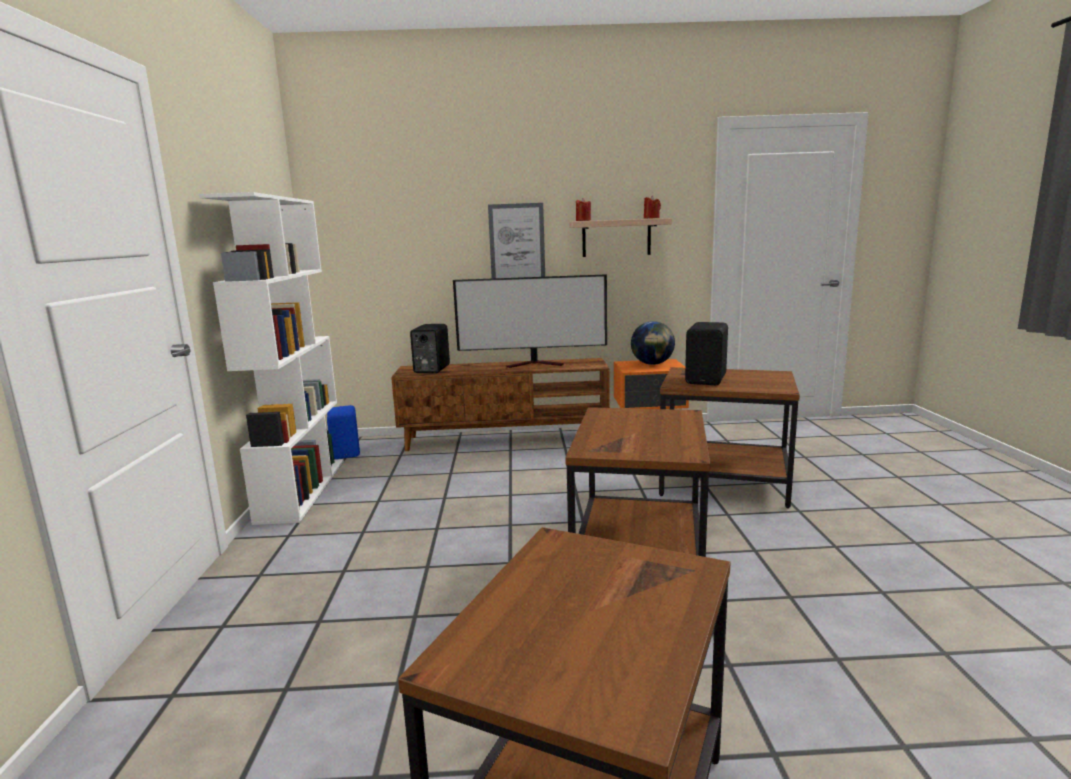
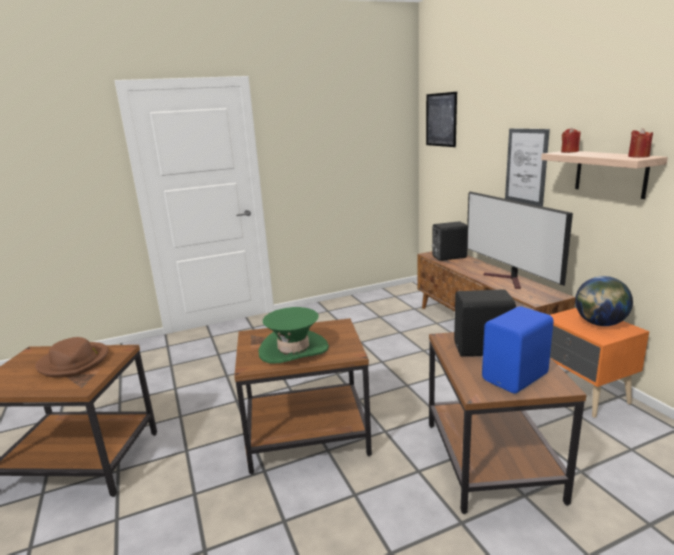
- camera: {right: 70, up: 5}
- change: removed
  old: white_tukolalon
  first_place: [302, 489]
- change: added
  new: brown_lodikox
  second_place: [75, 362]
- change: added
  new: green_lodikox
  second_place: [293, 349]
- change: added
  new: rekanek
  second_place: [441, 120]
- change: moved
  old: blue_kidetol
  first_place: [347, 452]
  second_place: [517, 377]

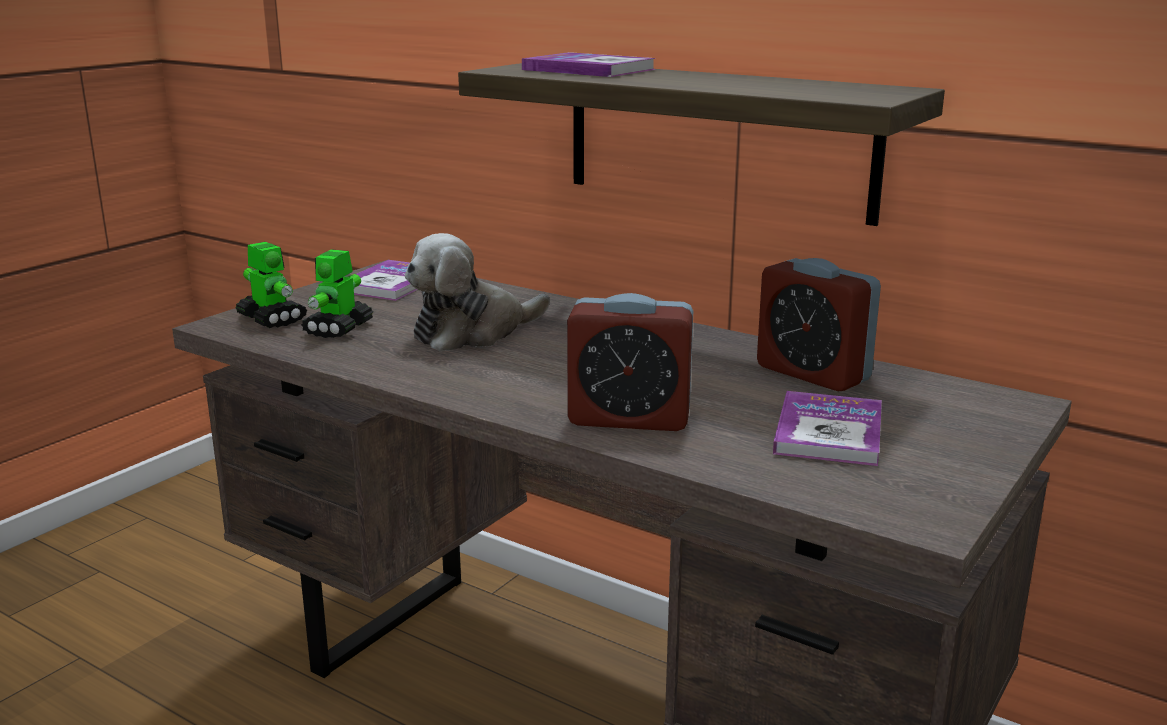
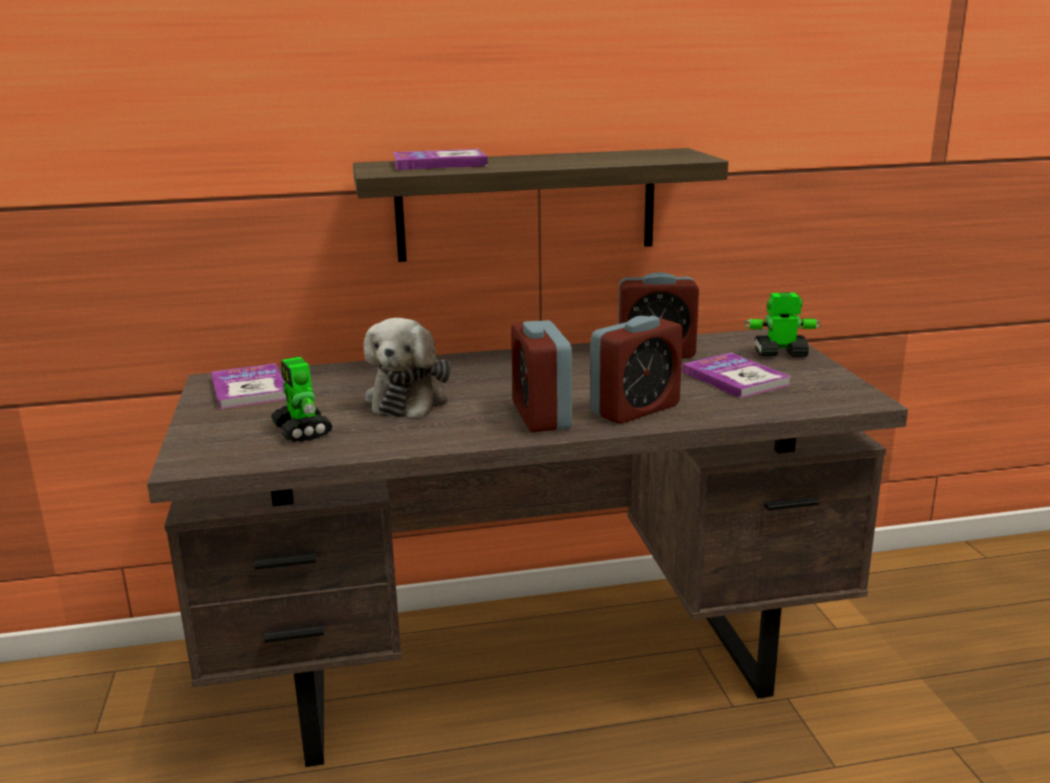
- camera: {right: -45, up: 0}
- change: added
  new: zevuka
  second_place: [541, 416]
- change: moved
  old: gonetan
  first_place: [271, 319]
  second_place: [779, 353]

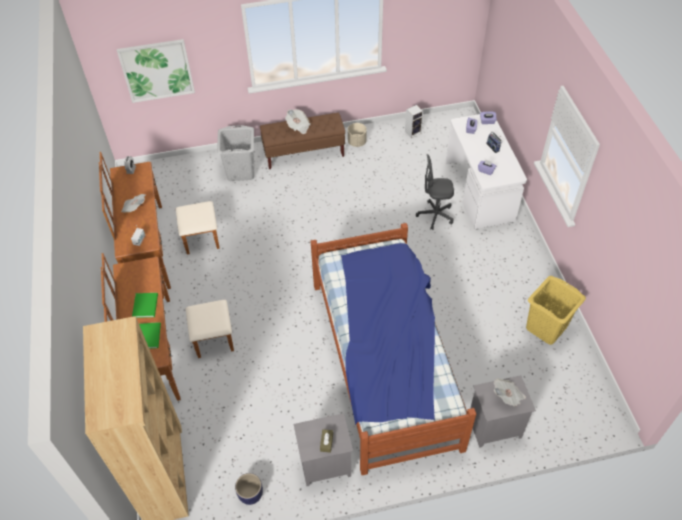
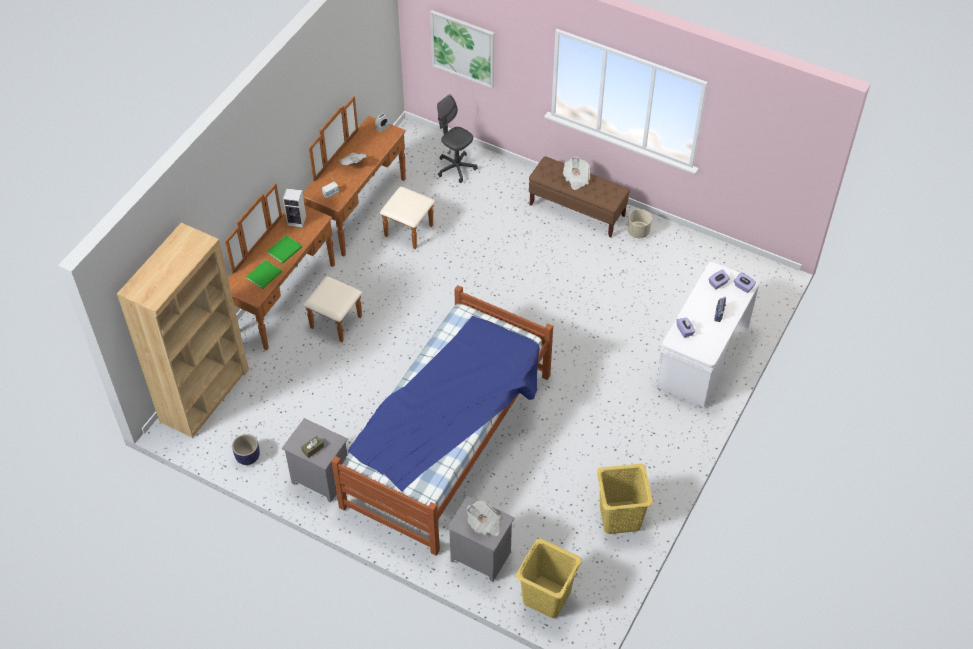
- camera: {right: 40, up: 0}
- change: removed
  old: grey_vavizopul
  first_place: [241, 171]
- change: added
  new: yellow_vavizopul
  second_place: [546, 596]
- change: moved
  old: kidetol
  first_place: [413, 132]
  second_place: [297, 220]
- change: moved
  old: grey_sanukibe
  first_place: [435, 215]
  second_place: [456, 168]

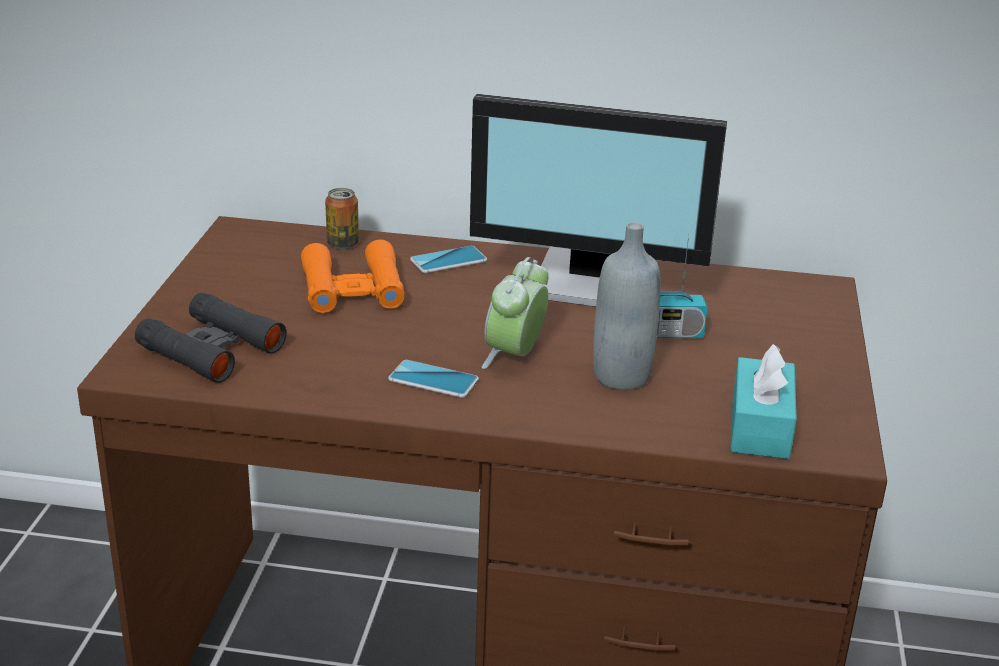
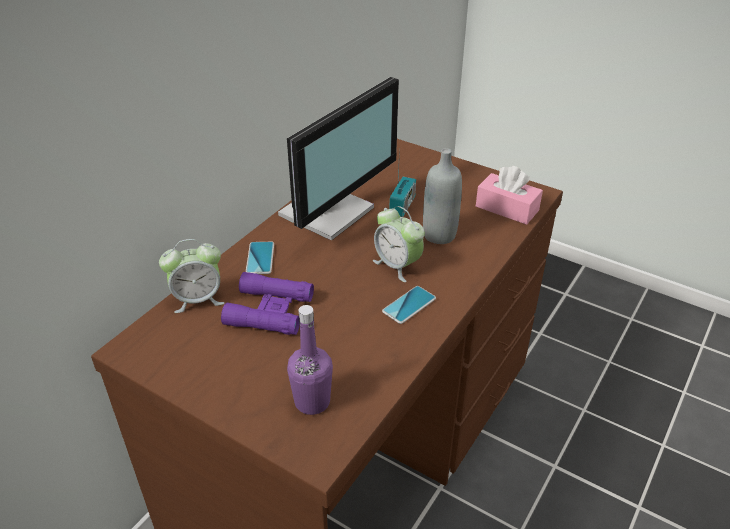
- camera: {right: -65, up: 10}
- change: replaced
  old: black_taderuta
  new: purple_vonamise
  first_place: [211, 349]
  second_place: [312, 401]
- change: replaced
  old: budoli
  new: zevuka
  first_place: [342, 244]
  second_place: [198, 299]
- change: recoloured
  old: orange_taderuta
  new: purple_taderuta
  first_place: [352, 289]
  second_place: [269, 311]
- change: recoloured
  old: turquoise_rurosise
  new: pink_rurosise
  first_place: [760, 426]
  second_place: [507, 208]

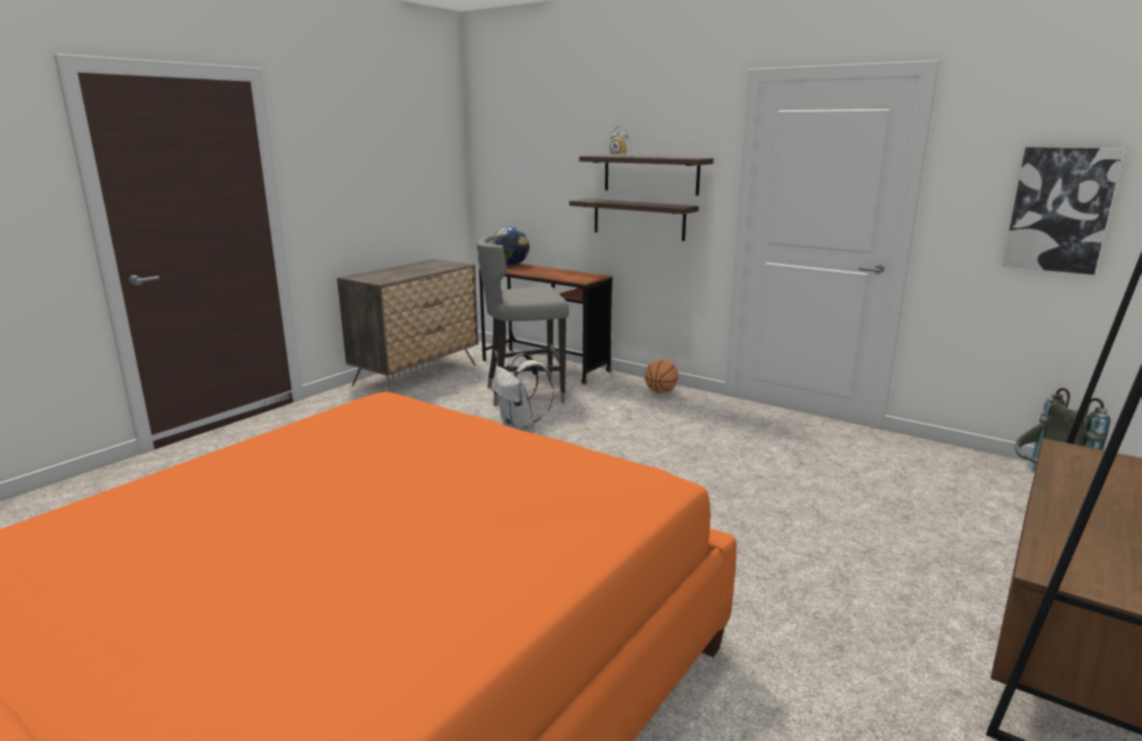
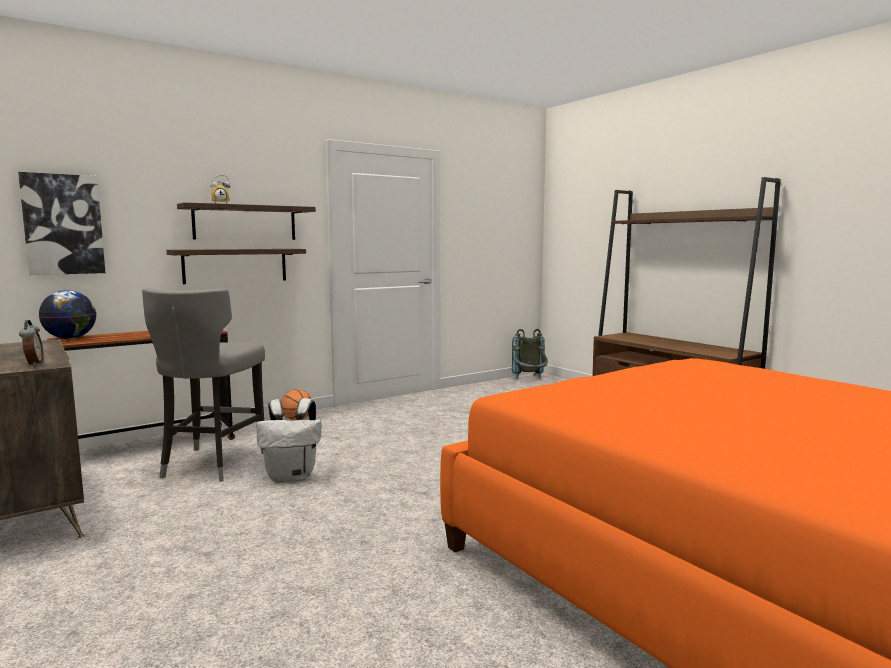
- camera: {right: -70, up: -10}
- change: added
  new: zevuka
  second_place: [33, 364]
- change: moved
  old: rekanek
  first_place: [1060, 210]
  second_place: [63, 224]

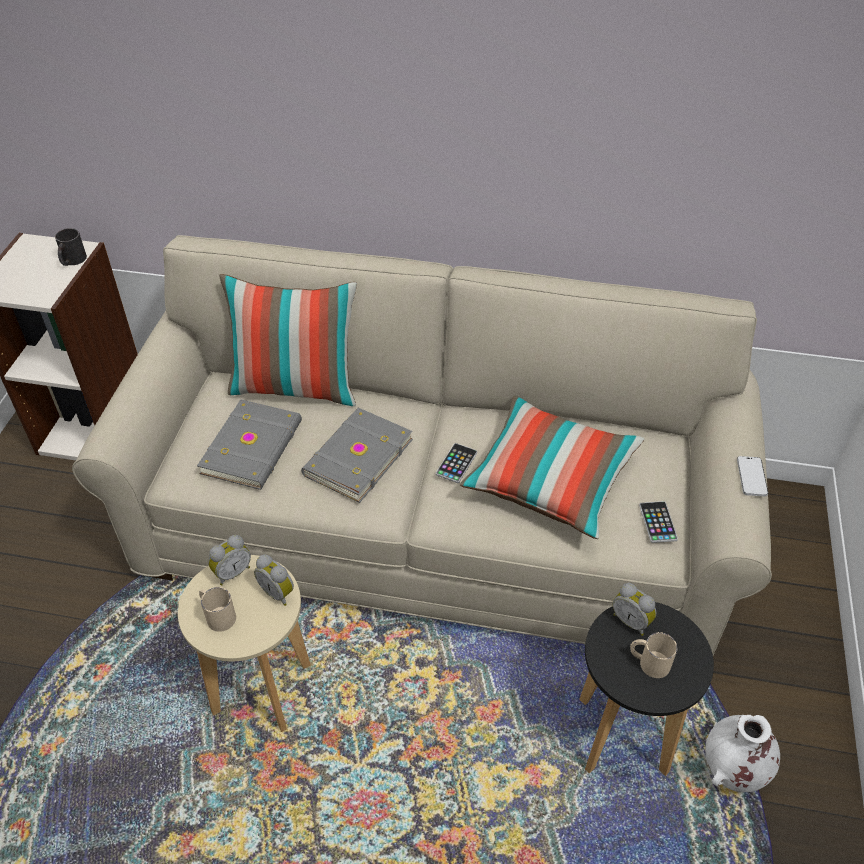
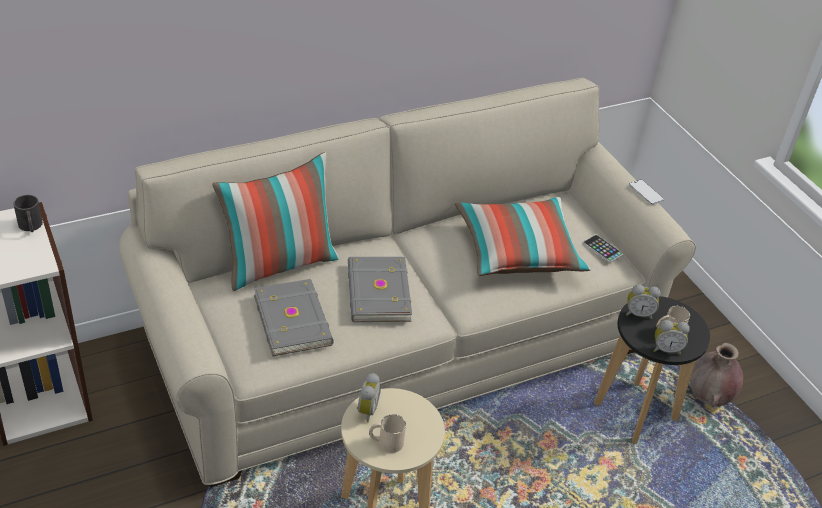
- camera: {right: -40, up: -5}
- change: removed
  old: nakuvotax
  first_place: [456, 463]
- change: moved
  old: zevuka
  first_place: [278, 592]
  second_place: [666, 349]
- change: recoloured
  old: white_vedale
  new: brown_vedale
  first_place: [732, 771]
  second_place: [708, 398]

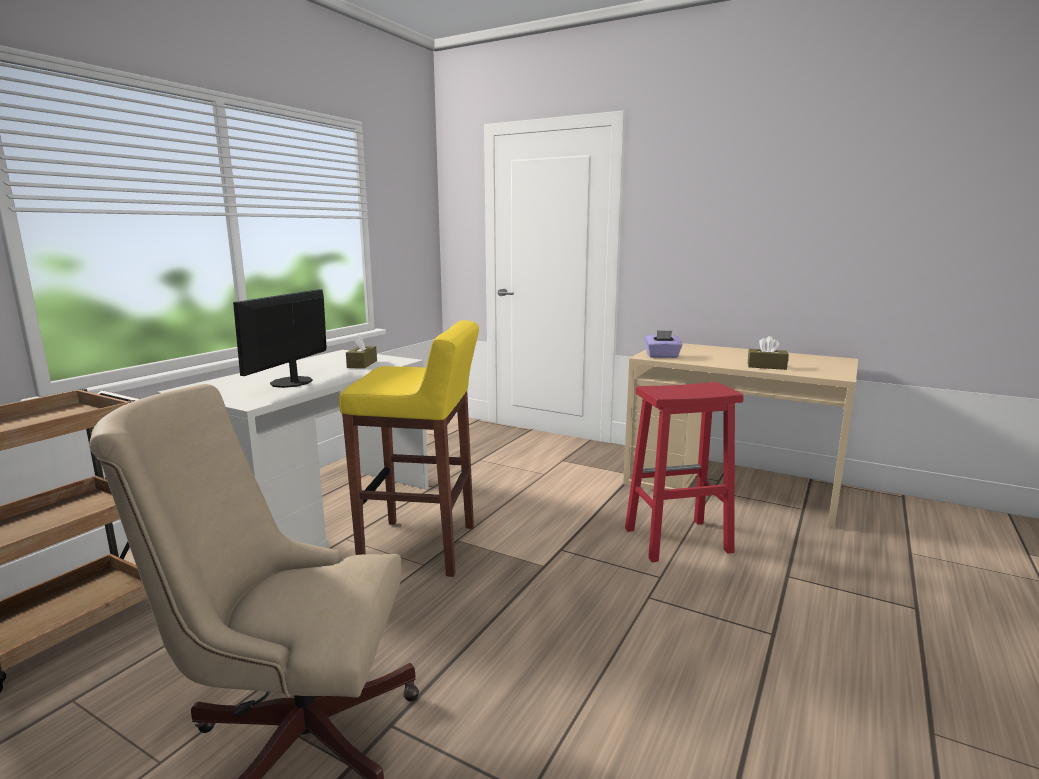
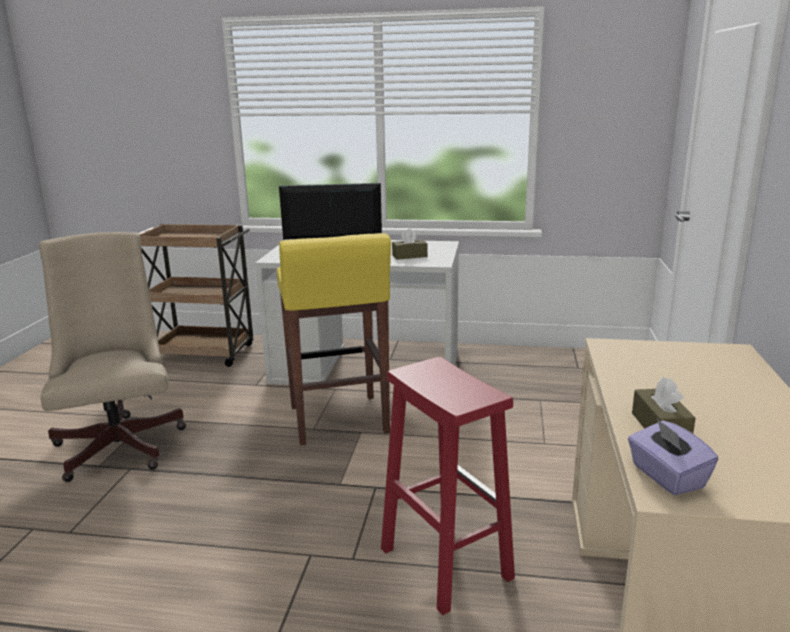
- camera: {right: 70, up: 5}
- change: moved
  old: purple_rurosise
  first_place: [662, 356]
  second_place: [666, 476]

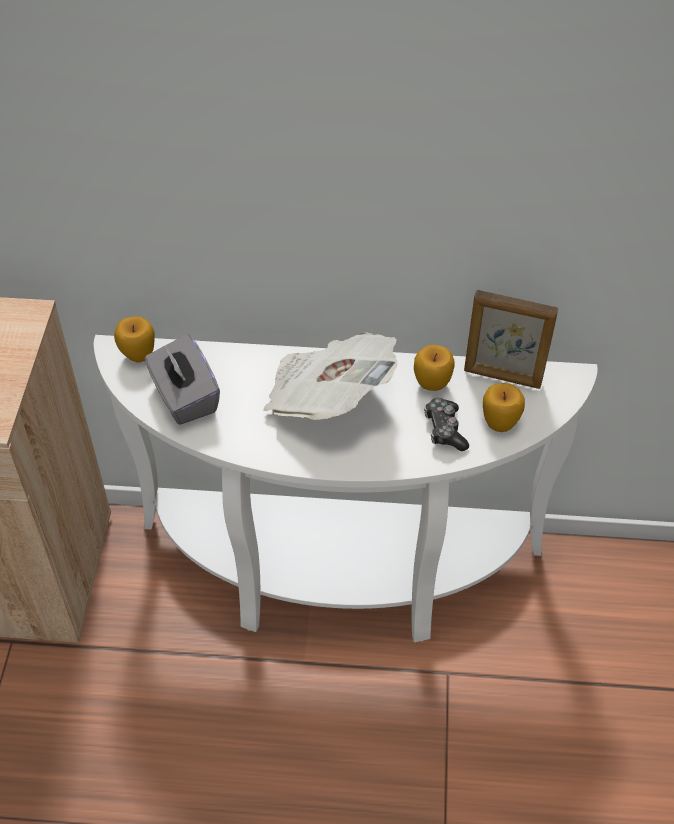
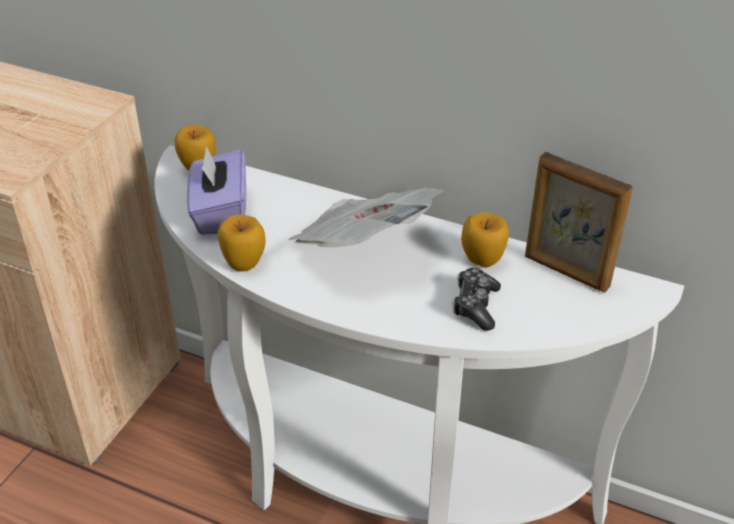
- camera: {right: 20, up: -10}
- change: moved
  old: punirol
  first_place: [500, 423]
  second_place: [244, 263]
- change: recoloured
  old: grey_rurosise
  new: purple_rurosise
  first_place: [184, 397]
  second_place: [220, 213]

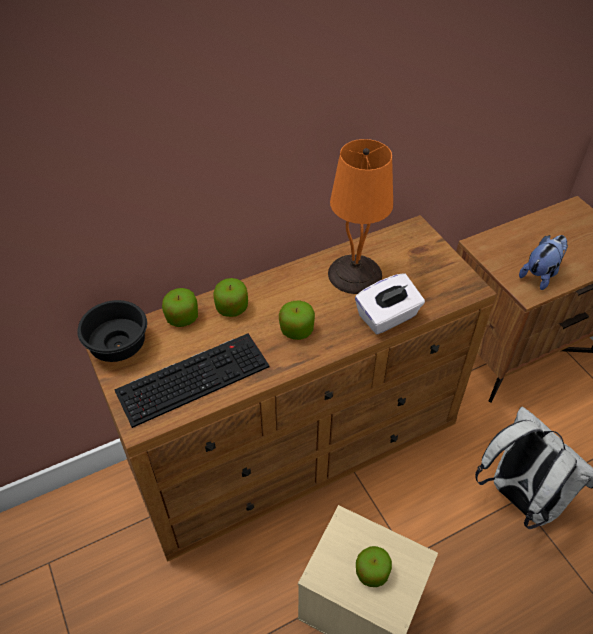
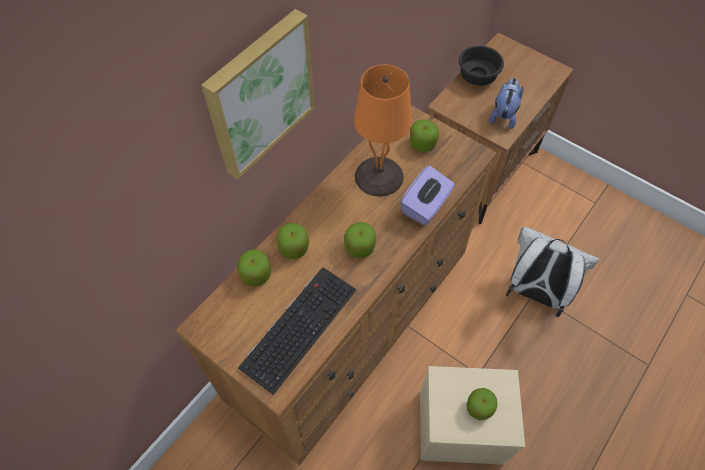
- camera: {right: -25, up: 10}
- change: added
  new: rekanek
  second_place: [259, 94]
- change: added
  new: punirol
  second_place: [422, 144]
- change: moved
  old: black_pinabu
  first_place: [116, 347]
  second_place: [477, 78]
- change: recoloured
  old: white_rurosise
  new: purple_rurosise
  first_place: [387, 317]
  second_place: [425, 206]

